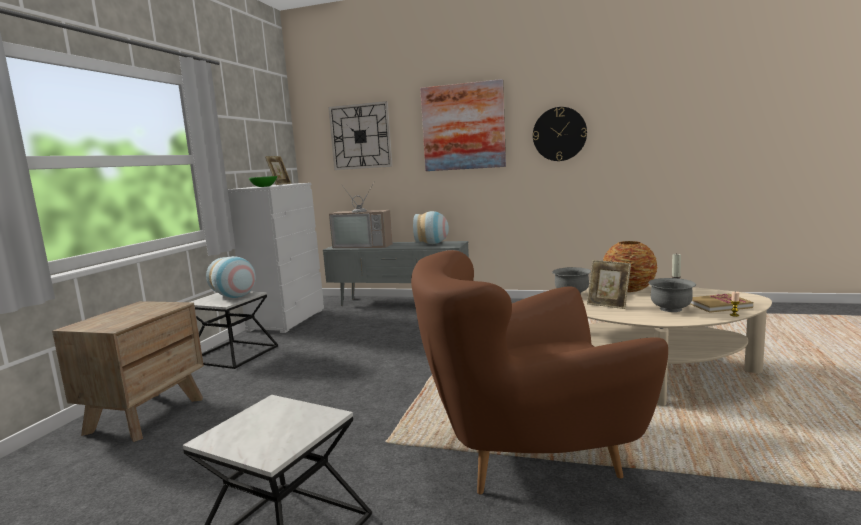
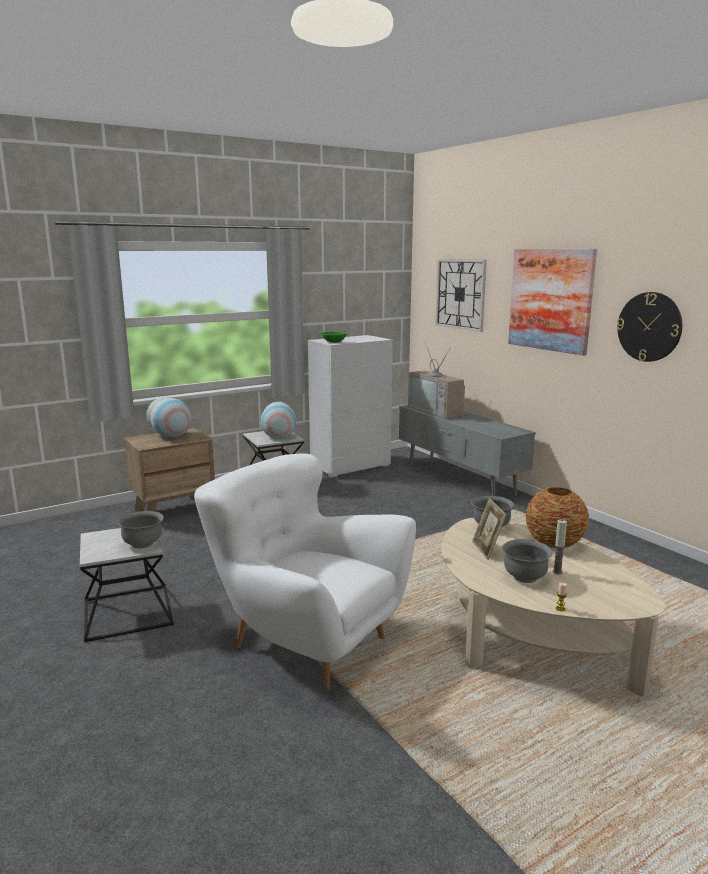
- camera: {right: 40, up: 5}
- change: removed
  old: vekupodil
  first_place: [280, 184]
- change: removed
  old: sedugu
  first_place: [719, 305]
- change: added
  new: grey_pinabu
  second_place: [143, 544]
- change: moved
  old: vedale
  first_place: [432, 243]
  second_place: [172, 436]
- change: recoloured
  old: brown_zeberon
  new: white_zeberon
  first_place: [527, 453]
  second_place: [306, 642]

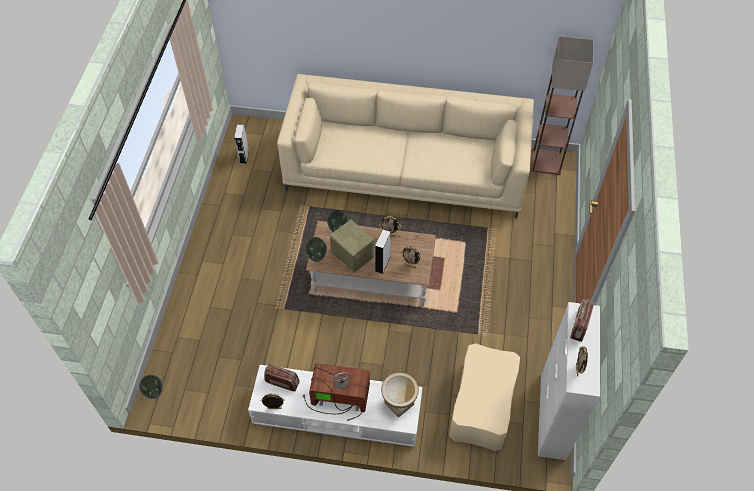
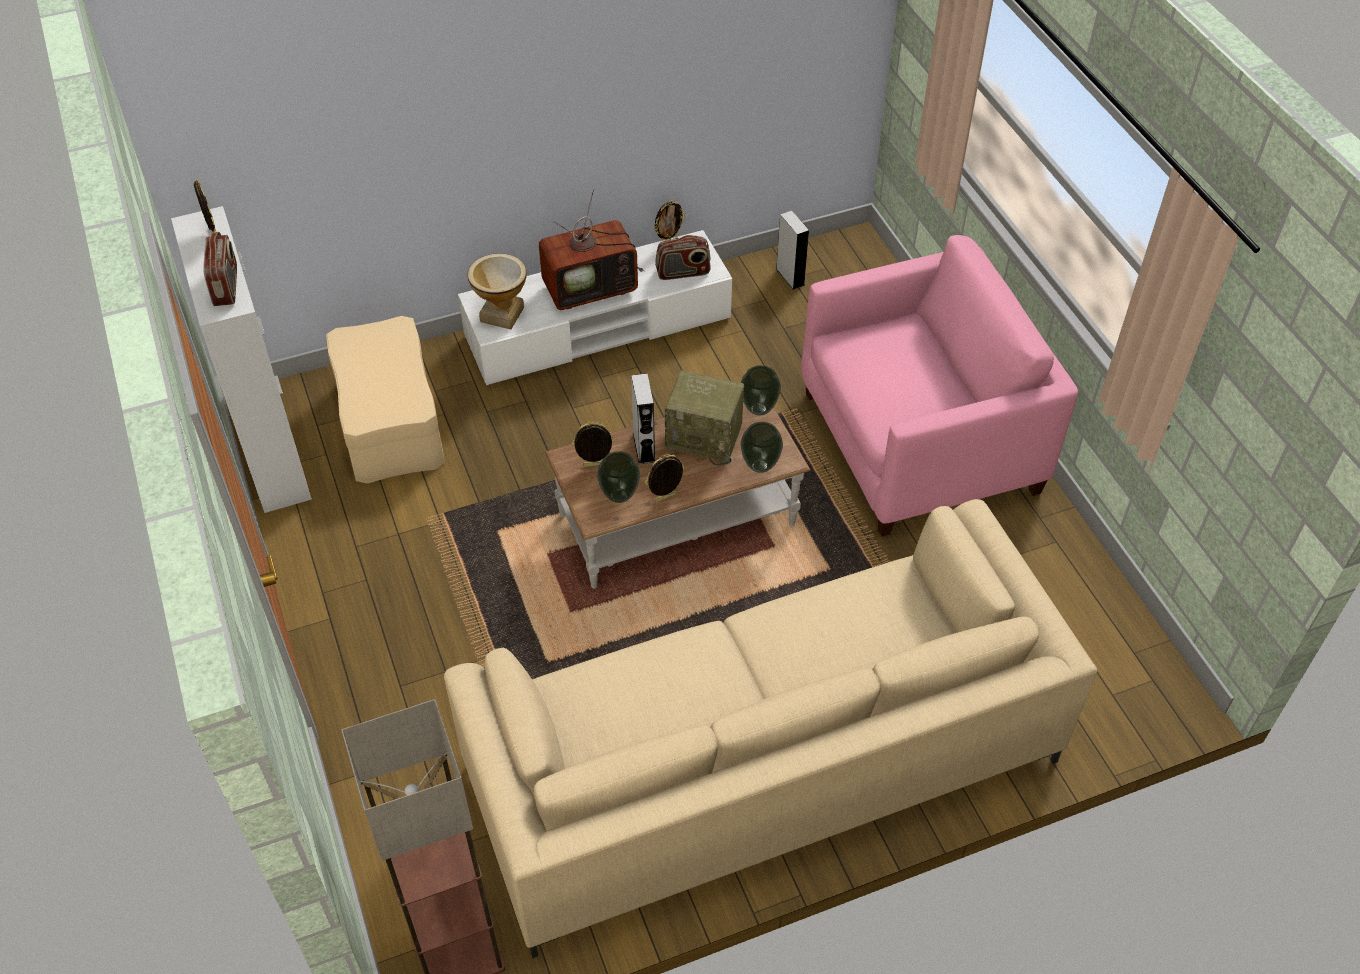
- camera: {right: 150, up: -5}
- change: added
  new: pink_zeberon
  second_place: [918, 442]
- change: moved
  old: vedale
  first_place: [154, 393]
  second_place: [620, 496]
- change: moved
  old: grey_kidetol
  first_place: [244, 156]
  second_place: [790, 277]

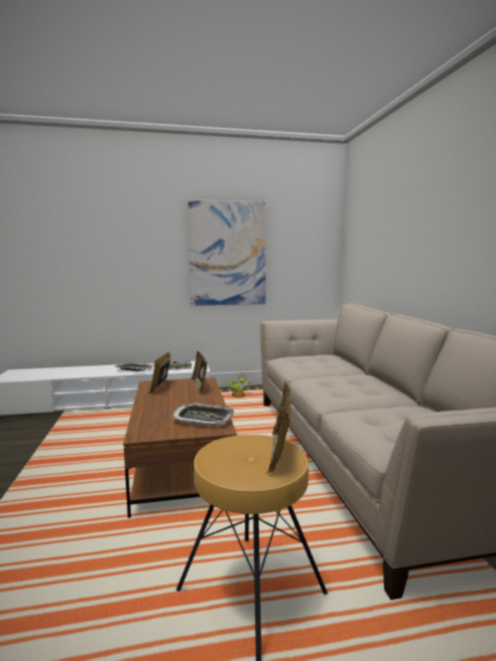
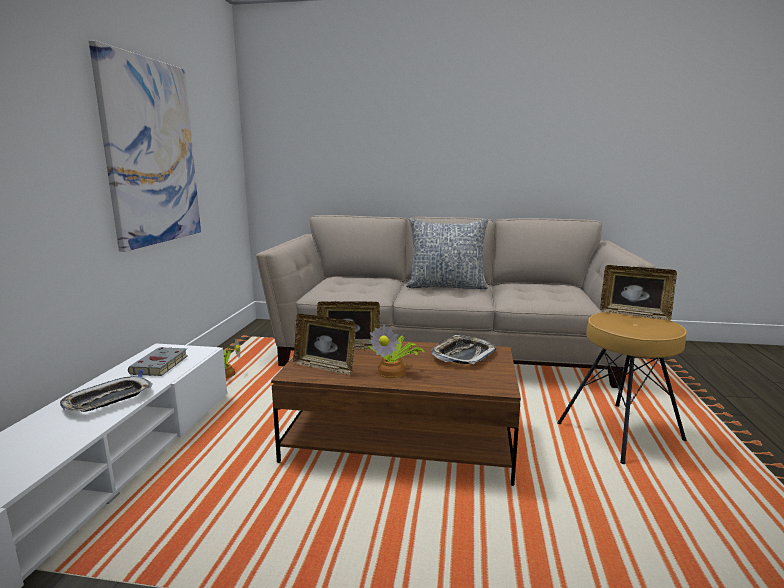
- camera: {right: -70, up: 5}
- change: added
  new: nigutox
  second_place: [393, 371]
- change: added
  new: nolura
  second_place: [446, 286]

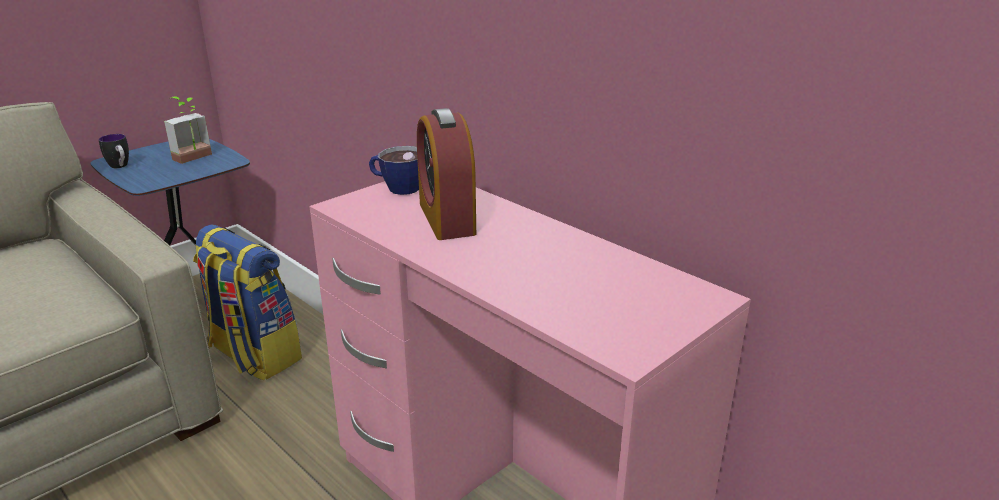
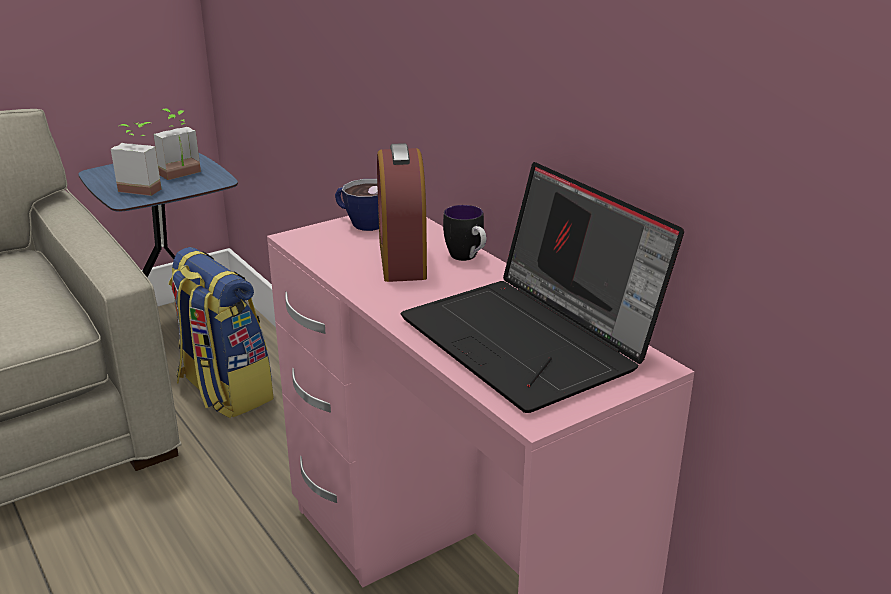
- camera: {right: 10, up: 0}
- change: added
  new: nigutox
  second_place: [144, 187]
- change: added
  new: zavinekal
  second_place: [533, 340]
- change: moved
  old: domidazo
  first_place: [120, 167]
  second_place: [467, 258]

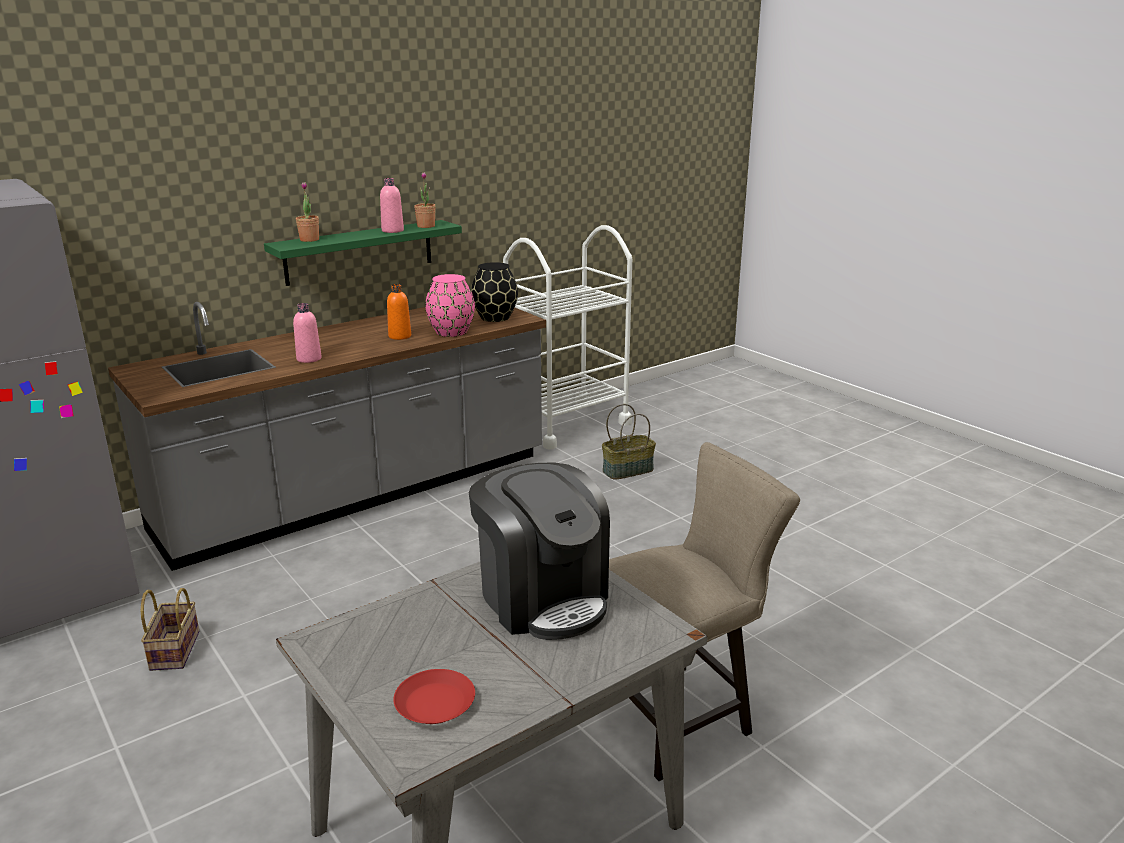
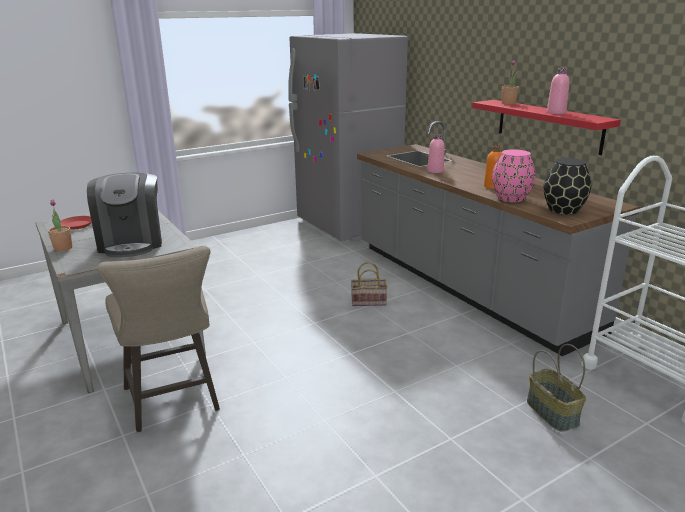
- camera: {right: 95, up: 0}
- change: moved
  old: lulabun
  first_place: [174, 649]
  second_place: [369, 301]
- change: moved
  old: nigutox
  first_place: [426, 226]
  second_place: [63, 248]
- change: recoloured
  old: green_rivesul
  new: red_rivesul
  first_place: [359, 252]
  second_place: [548, 126]
- change: turned
  old: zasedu
  first_place: [542, 598]
  second_place: [132, 242]
  degrees: -75

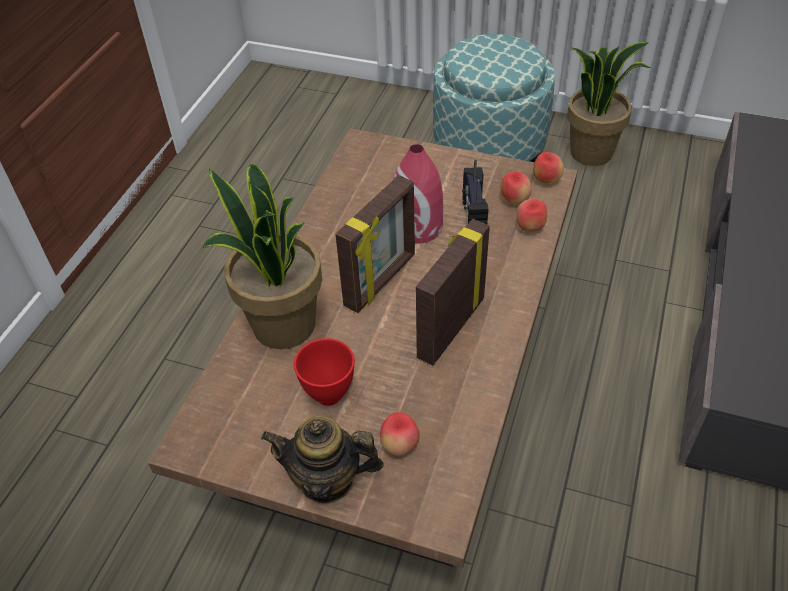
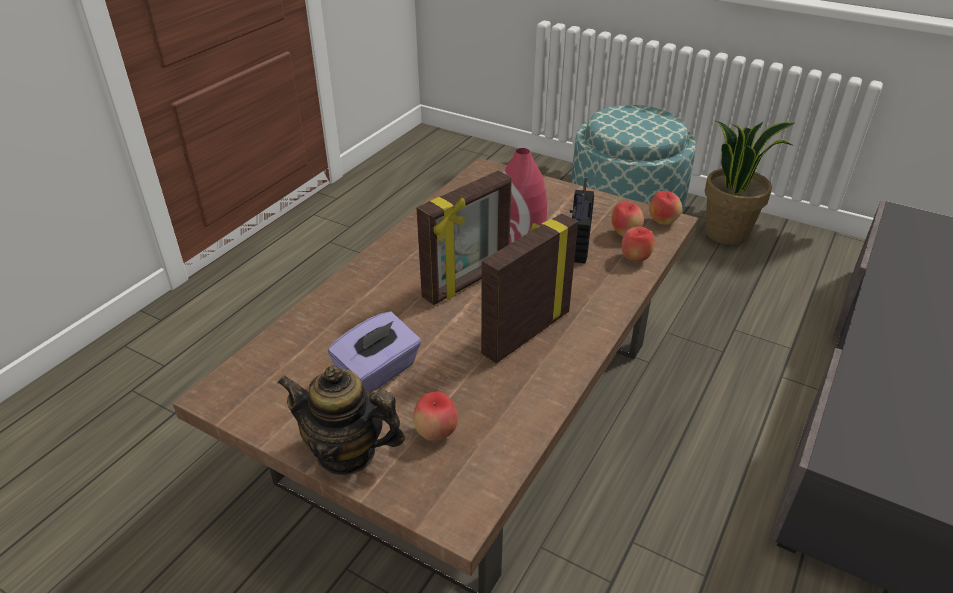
- camera: {right: 10, up: -10}
- change: removed
  old: nigutox
  first_place: [282, 325]
- change: replaced
  old: red_pinabu
  new: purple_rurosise
  first_place: [328, 393]
  second_place: [378, 371]

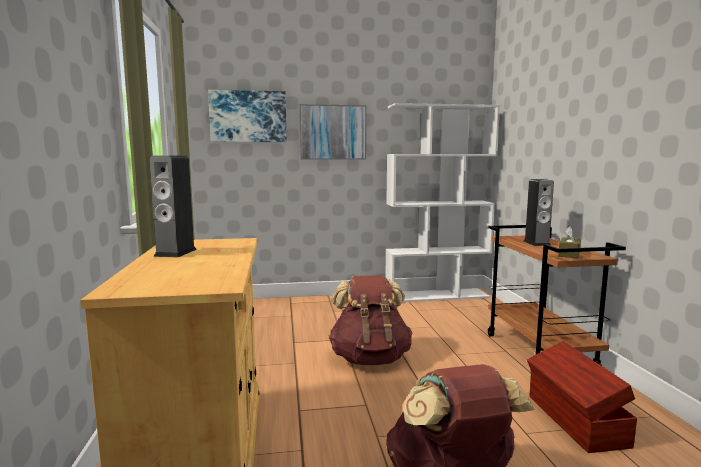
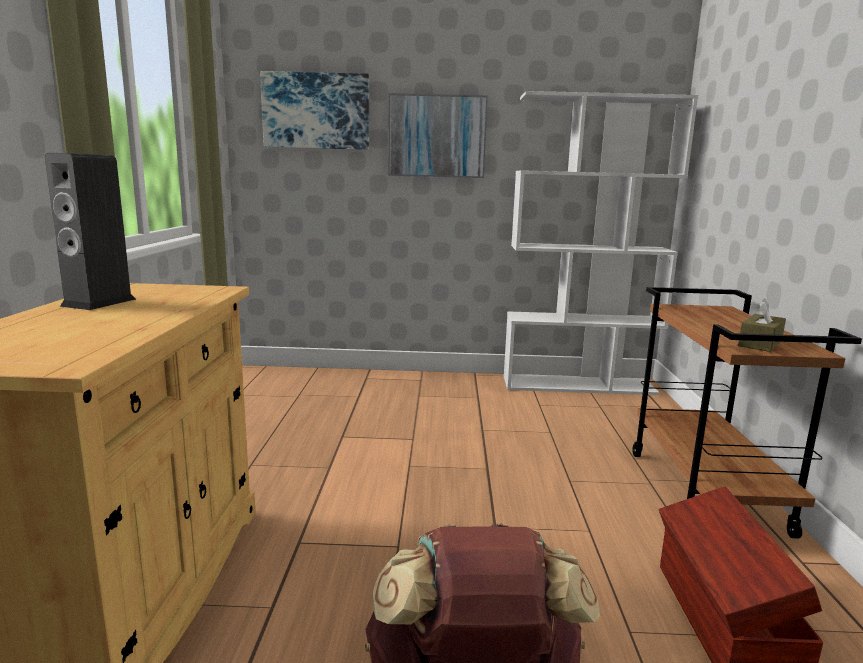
- camera: {right: 10, up: 5}
- change: removed
  old: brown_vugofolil
  first_place: [370, 358]
- change: removed
  old: kidetol
  first_place: [536, 243]

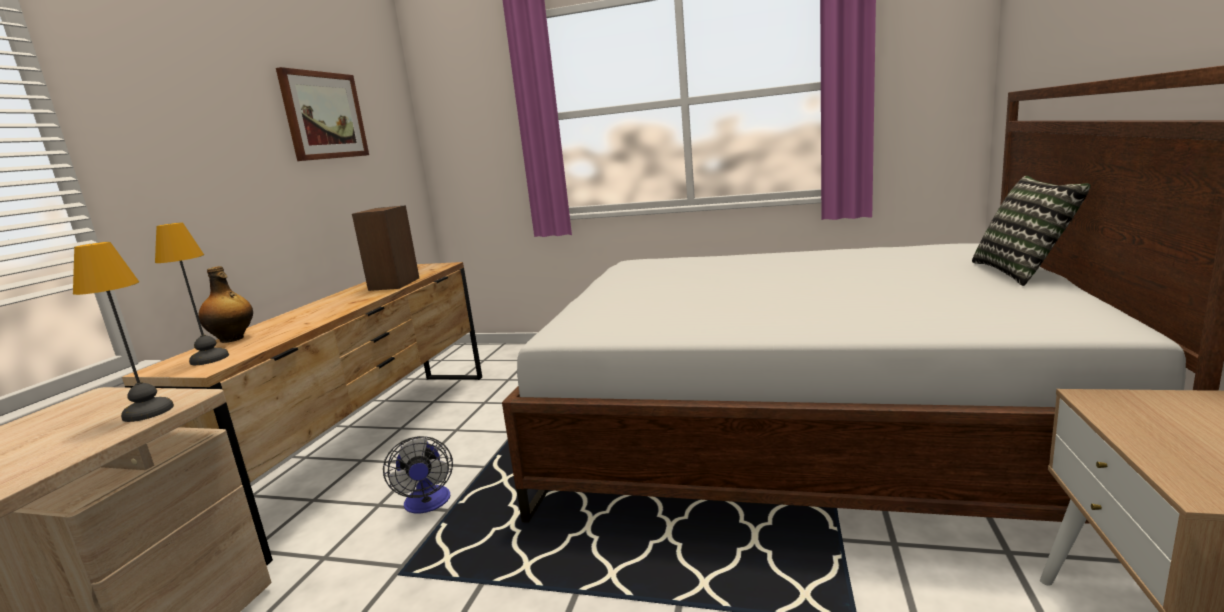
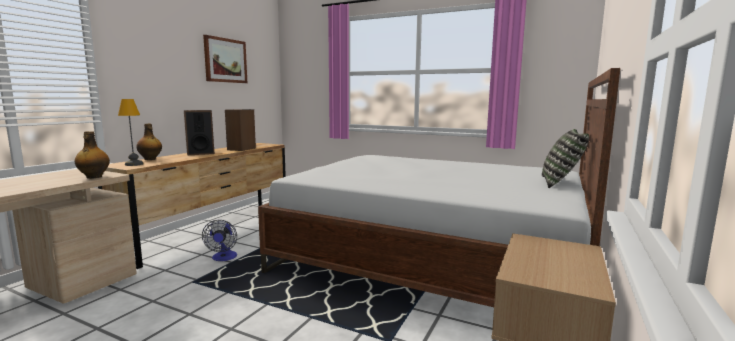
- camera: {right: 10, up: -5}
- change: added
  new: kidetol
  second_place: [200, 153]
- change: replaced
  old: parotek
  new: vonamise
  first_place: [147, 412]
  second_place: [94, 177]

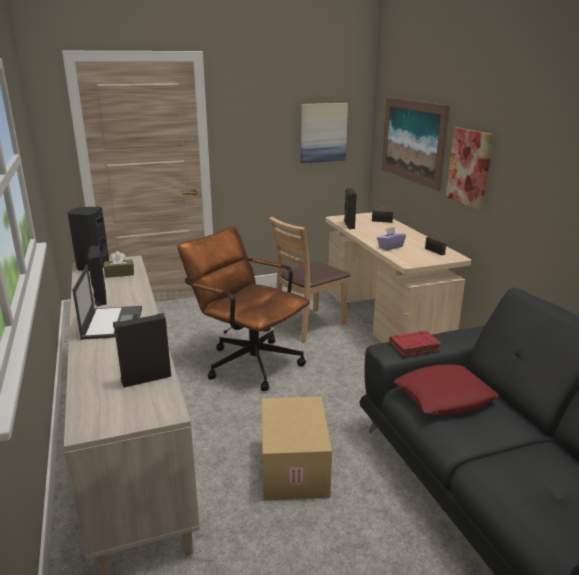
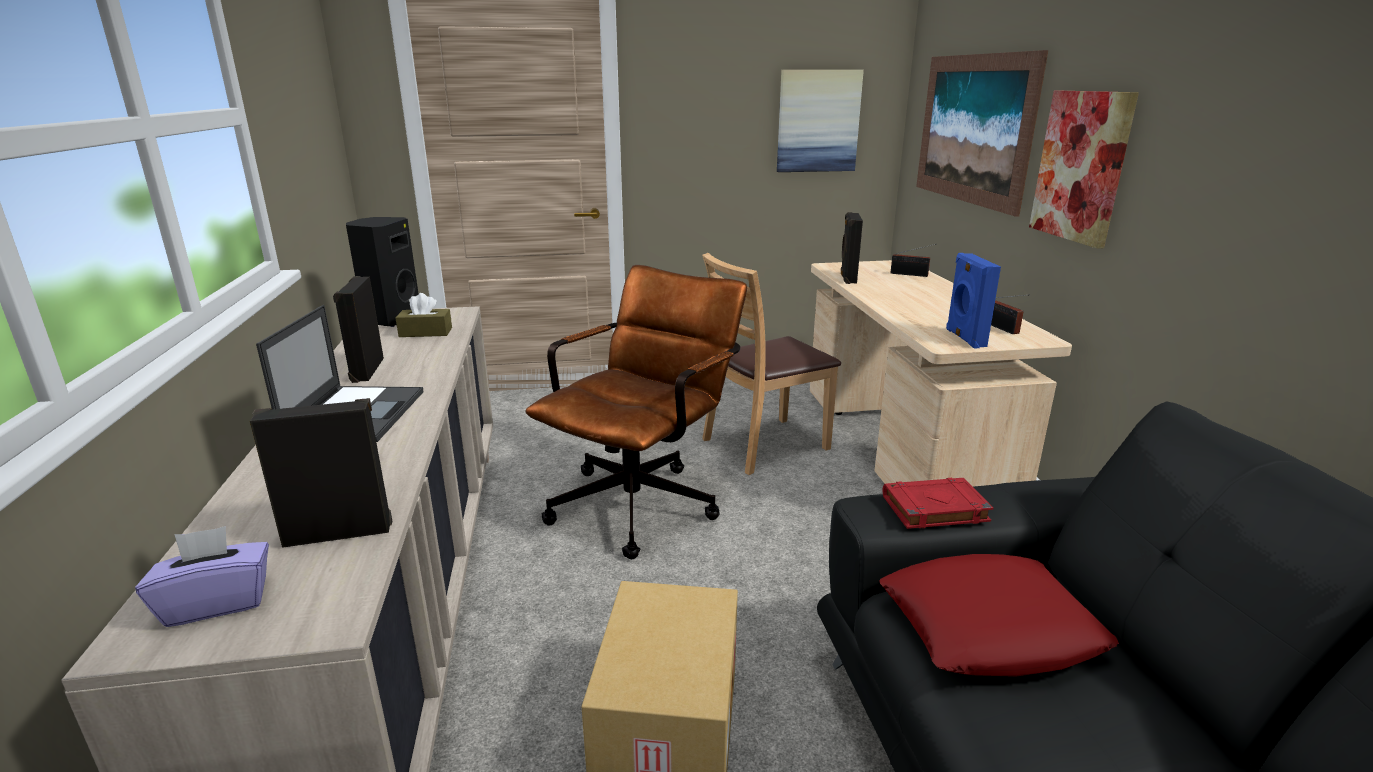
- camera: {right: 10, up: 0}
- change: added
  new: blue_kidetol
  second_place: [964, 338]
- change: moved
  old: purple_rurosise
  first_place: [390, 247]
  second_place: [218, 602]
- change: turned
  old: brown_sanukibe
  first_place: [247, 361]
  second_place: [643, 500]
  degrees: 75

